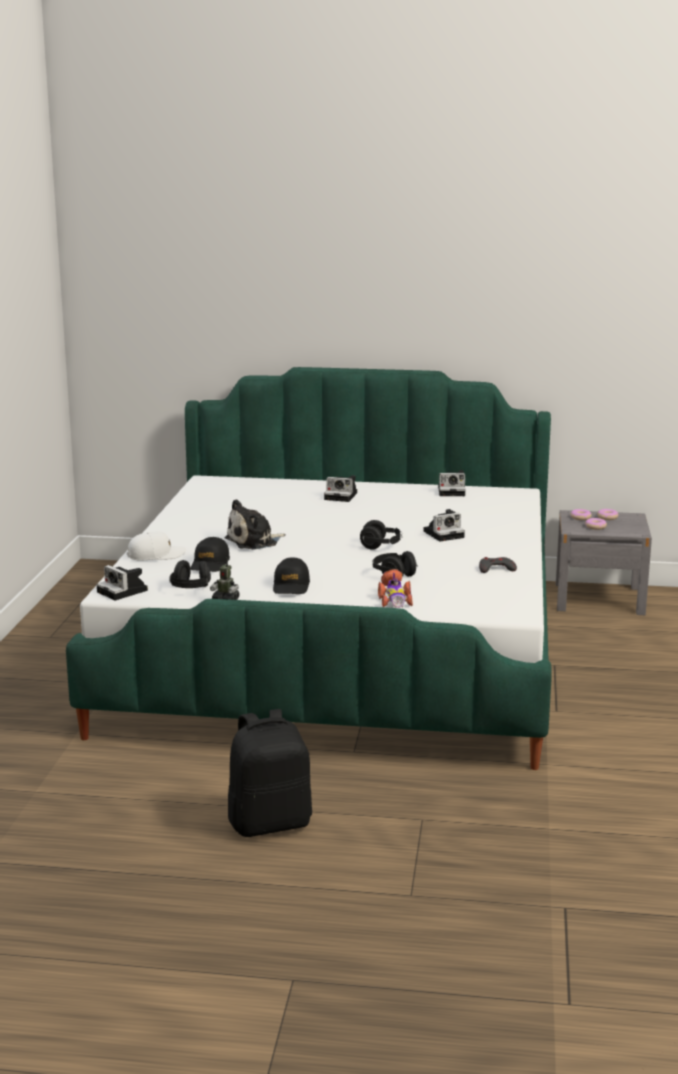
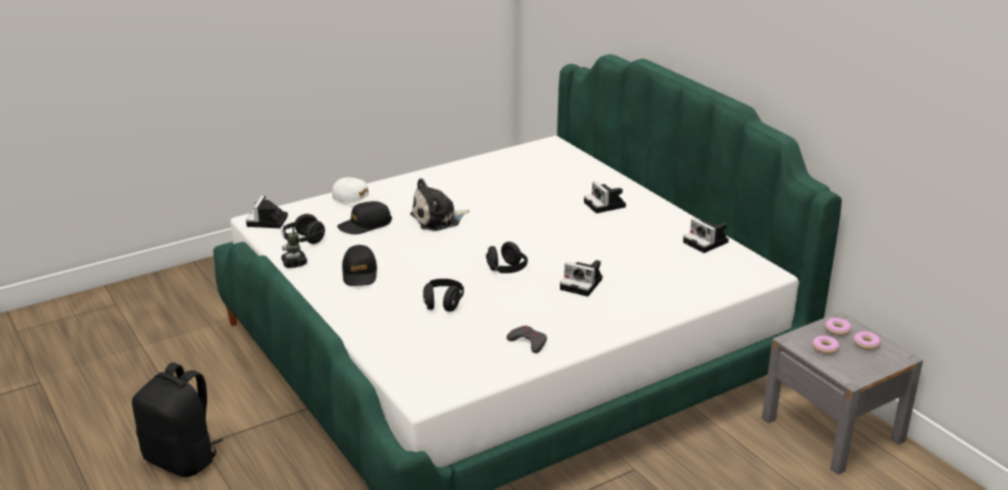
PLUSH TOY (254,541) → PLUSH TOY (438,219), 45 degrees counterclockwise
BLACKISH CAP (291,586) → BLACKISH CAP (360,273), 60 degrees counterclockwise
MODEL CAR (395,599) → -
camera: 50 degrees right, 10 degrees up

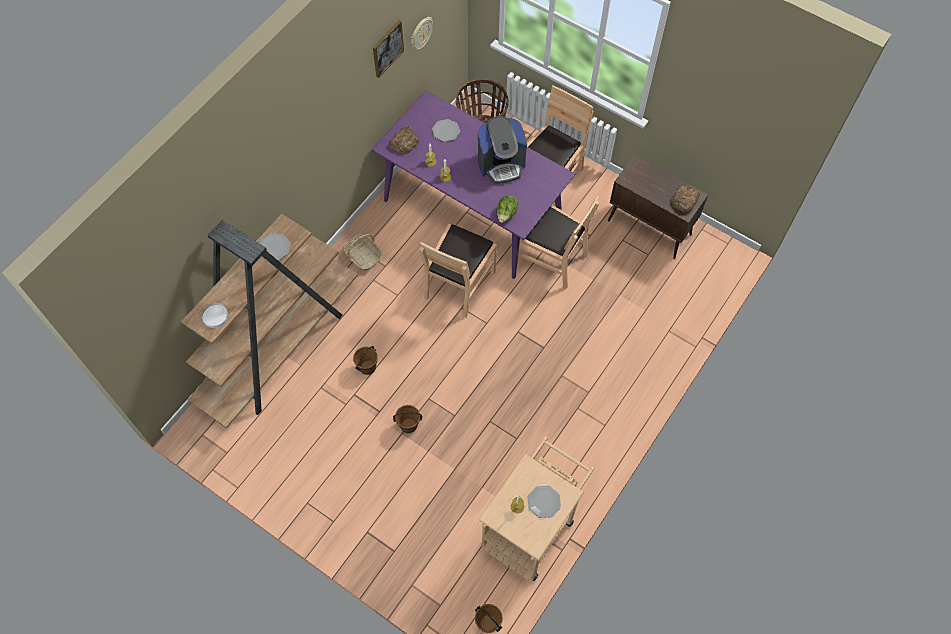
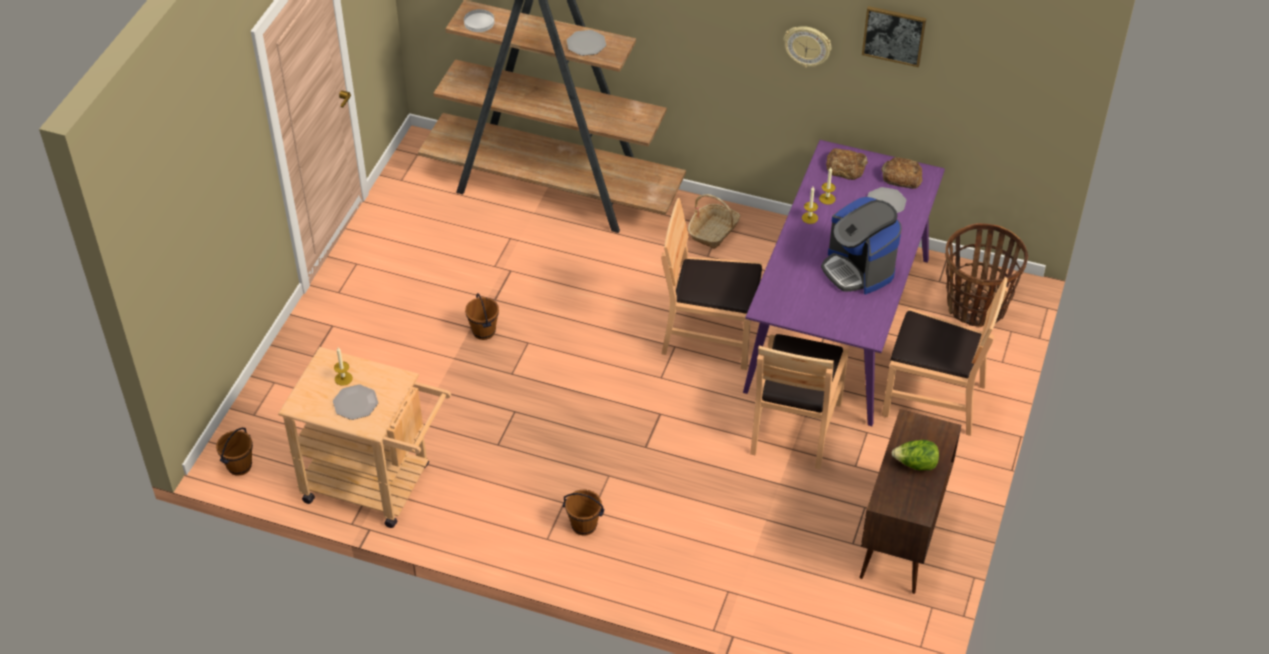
BROWN PAIL (367,367) → BROWN PAIL (584,526), moved
CLOCK ON THE WALL (420,34) → CLOCK ON THE WALL (807,46), moved
HEAD OF LETTUCE (506,214) → HEAD OF LETTUCE (915,464), moved
BAKERY BREAD (684,200) → BAKERY BREAD (901,176), moved
camera: 75 degrees right, 15 degrees down

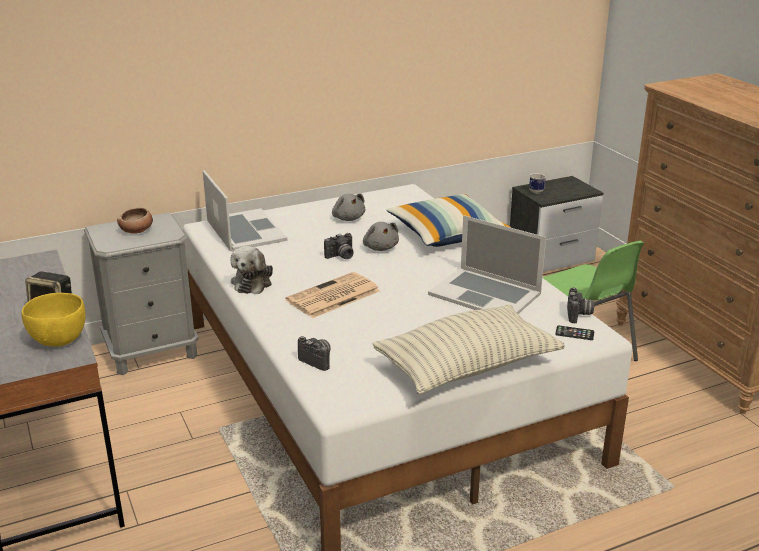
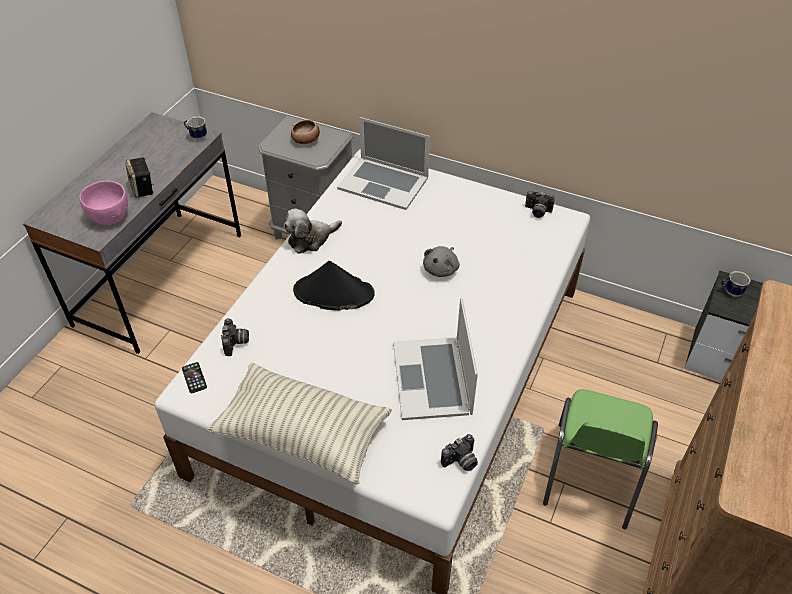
YELLOWISH BOWL (58,340) → PINK BOWL (110,217)
NOTEBOOK COMPUTER (245,230) → NOTEBOOK COMPUTER (383,183), 90 degrees clockwise
PRINTED PAPER (332,296) → BLACKISH WEARABLE HAT (333,293)
PHOTO CAMERA (341,256) → PHOTO CAMERA (537,212), moved
GREYISH PLUSH TOY (348,218) → -
PILLOW (447,234) → -
TELEPHONE (574,333) → TELEPHONE (194,378), moved
- → MUG (196,136)
camera: 50 degrees right, 20 degrees up

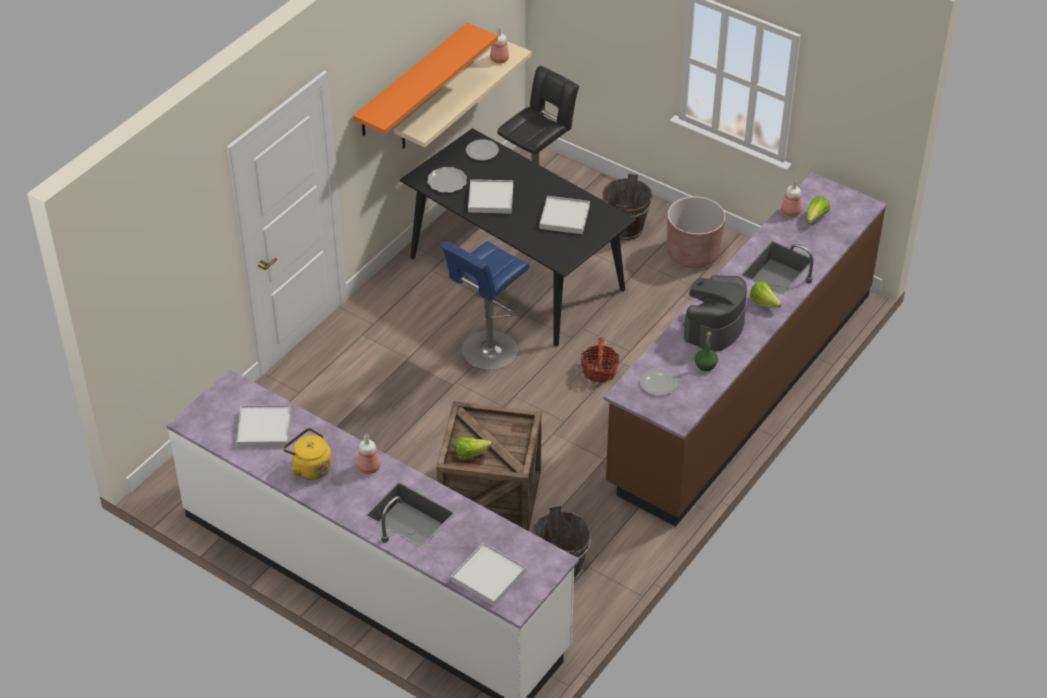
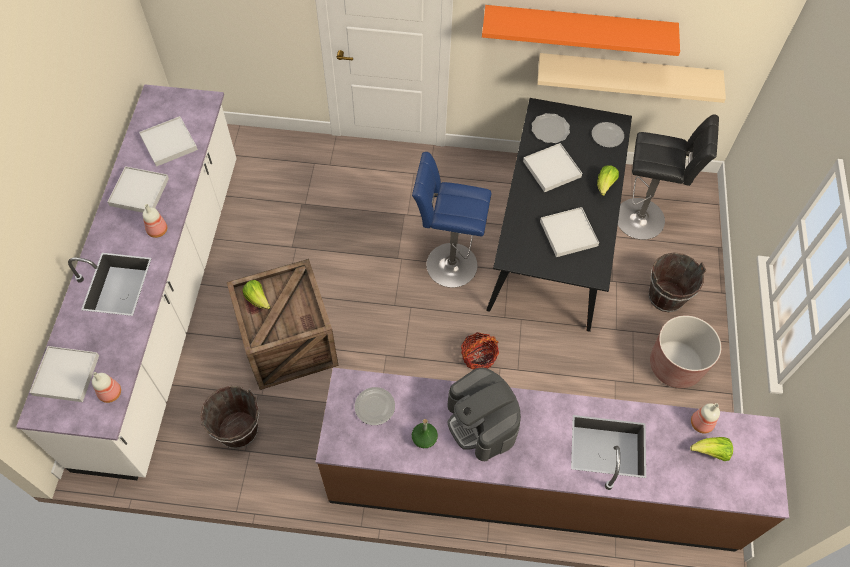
YELLOWISH TEA KETTLE (310,467) → WHITISH SERVING TRAY (139,192)
BEVERAGE BOTTLE (499,59) → BEVERAGE BOTTLE (110,392), moved
COFFEE MAKER (713,327) → COFFEE MAKER (482,423), 120 degrees counterclockwise
HEAD OF LETTUCE (764,302) → HEAD OF LETTUCE (605,185), moved
camera: 60 degrees right, 15 degrees up

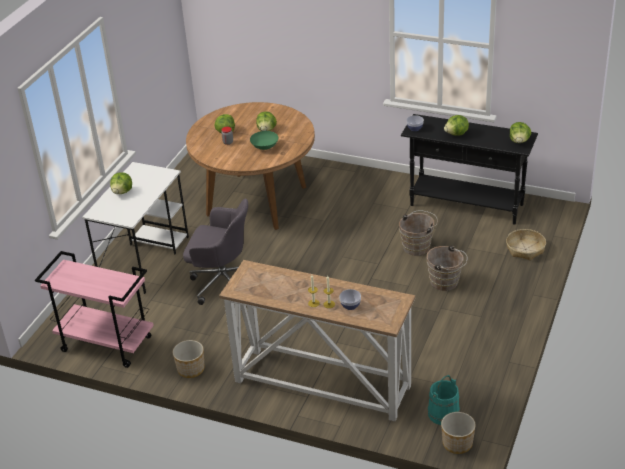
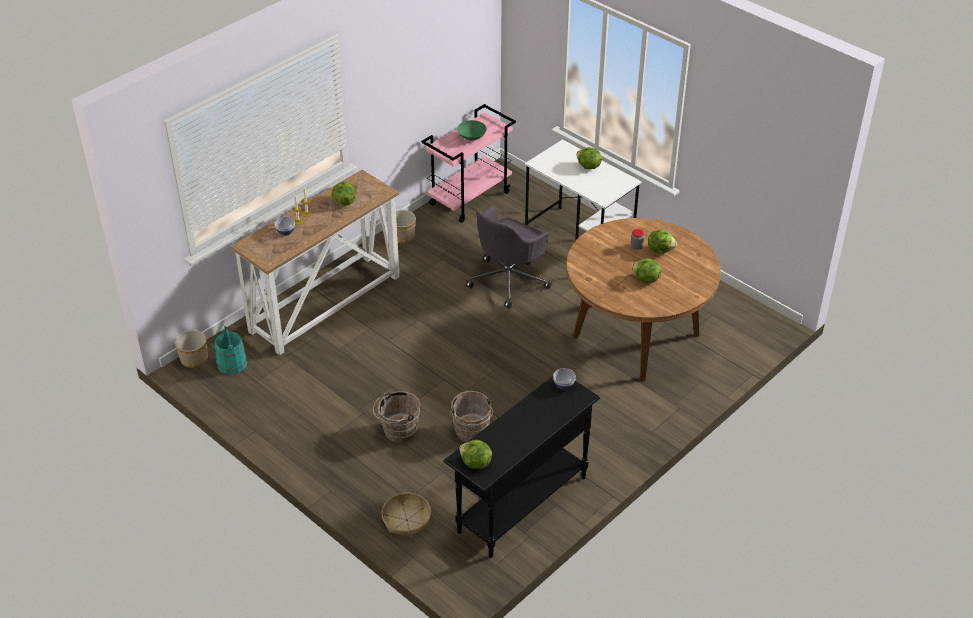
GREEN BOWL (265,147) → GREEN BOWL (471,137), moved
HEAD OF LETTUCE (456,134) → HEAD OF LETTUCE (344,202), moved
camera: 110 degrees right, 5 degrees up

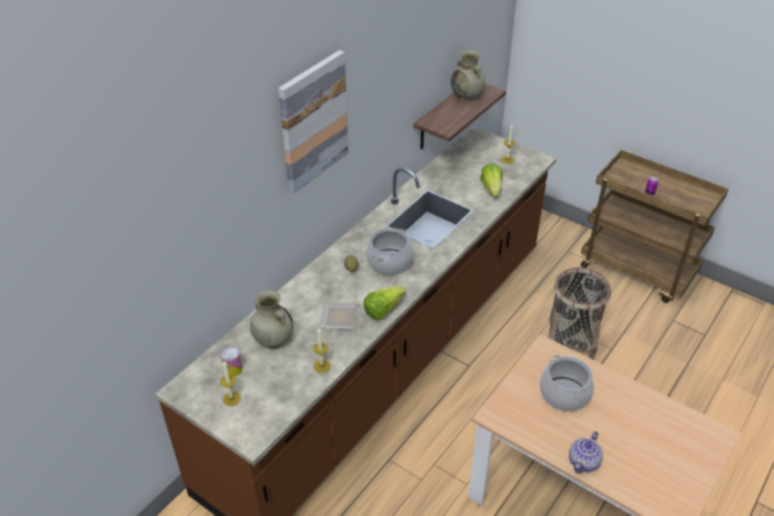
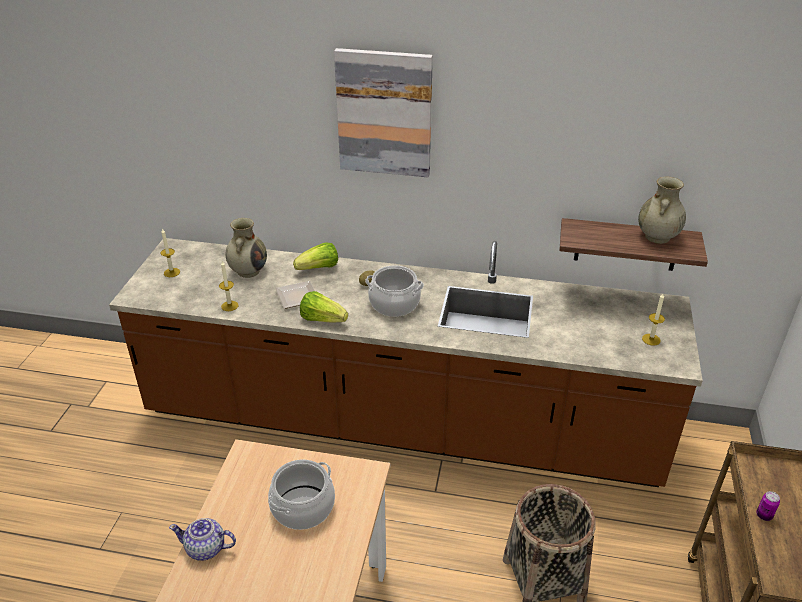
CAN (233,369) → -
HEAD OF LETTUCE (491,188) → HEAD OF LETTUCE (319,268), moved
camera: 65 degrees right, 5 degrees down

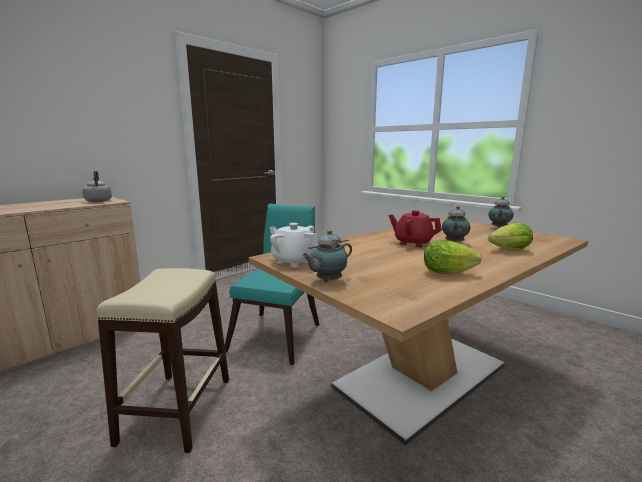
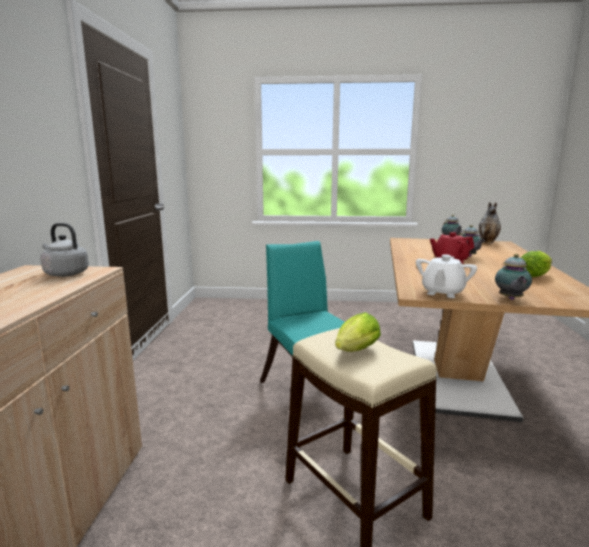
WHITISH POT FOR TEA (294,261) → WHITISH POT FOR TEA (442,293), 60 degrees counterclockwise
HEAD OF LETTUCE (507,250) → HEAD OF LETTUCE (355,352), moved
- → FLOWER VASE (488,242)
camera: 40 degrees left, 0 degrees up

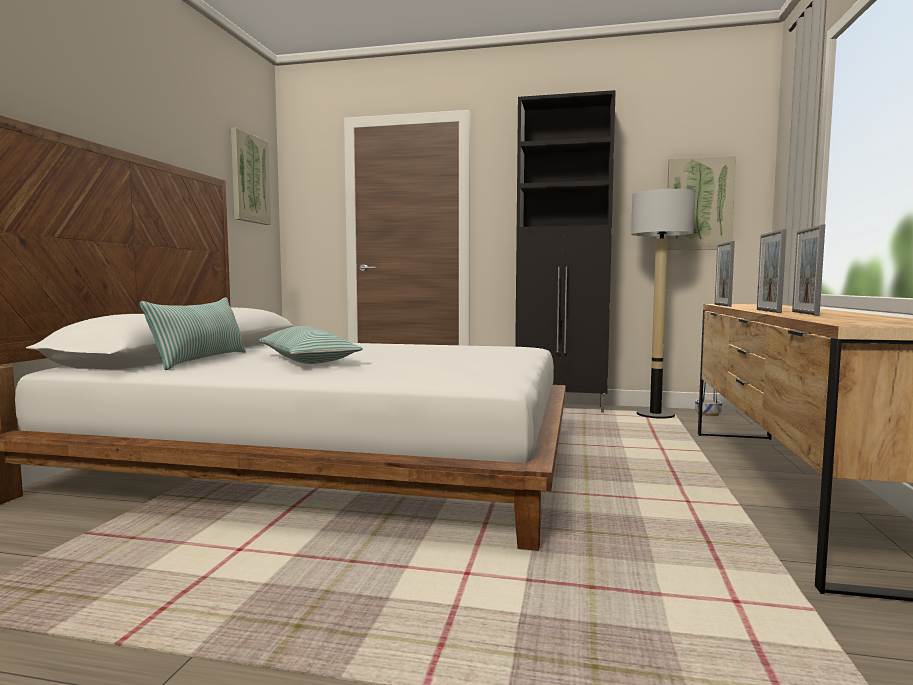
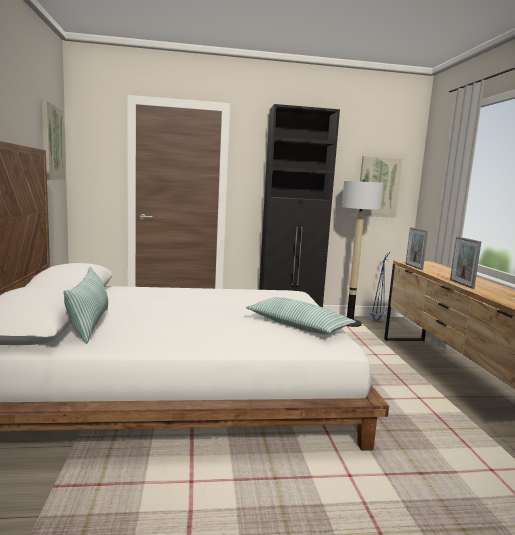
PILLOW (307,360) → PILLOW (298,325), moved
STANDING FRAME (804,313) → -
camera: 20 degrees left, 5 degrees up

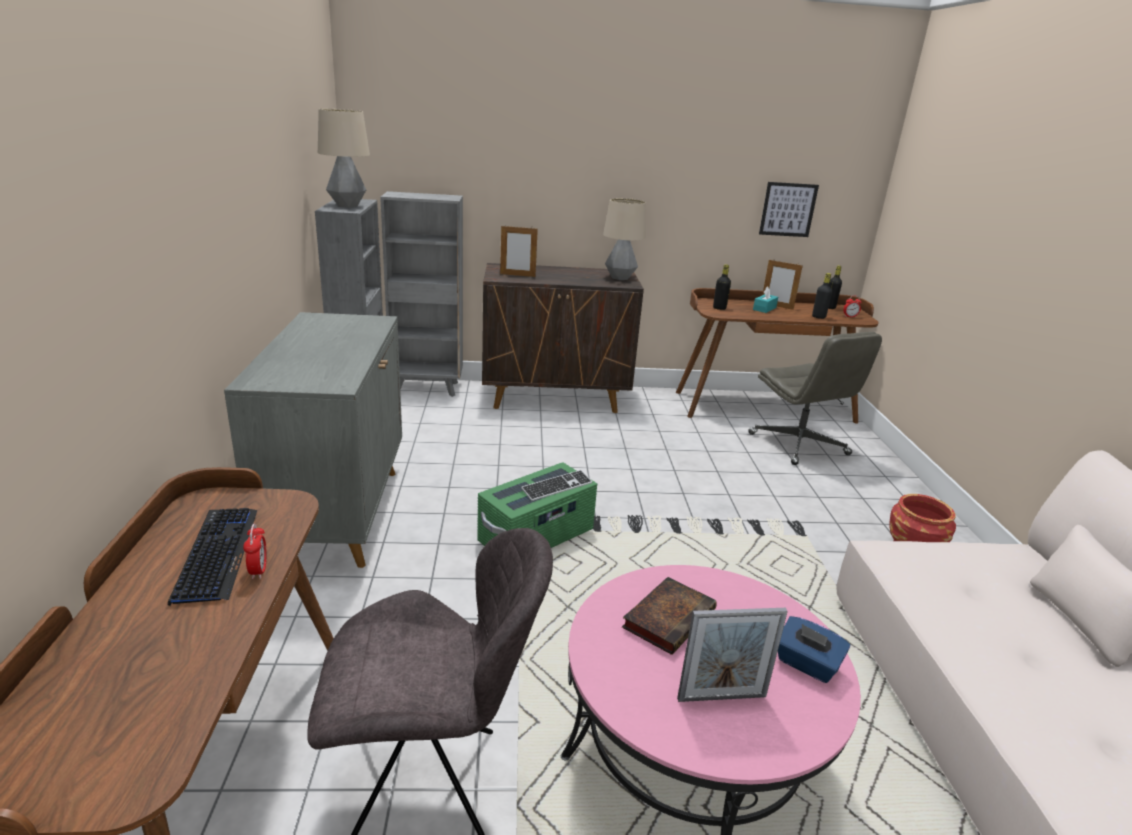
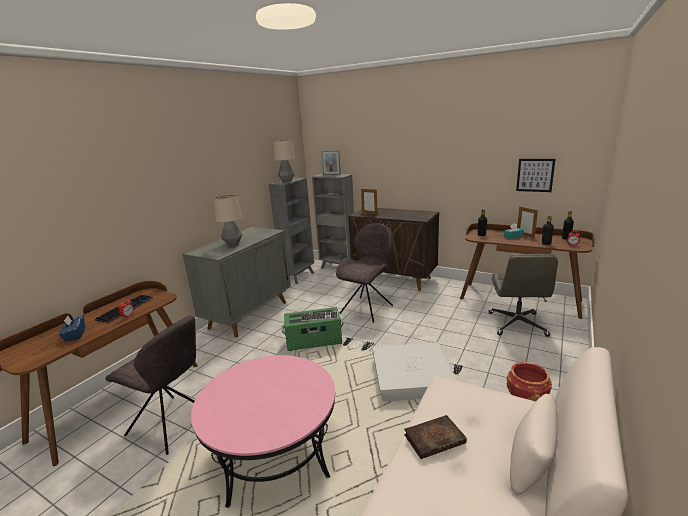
TABLETOP LAMP (620,278) → TABLETOP LAMP (233,244), moved
BOUND BOOK (669,617) → BOUND BOOK (435,438), moved
STANDING FRAME (721,697) → STANDING FRAME (331,174), moved
BLUISH BOX OF TISSUES (806,664) → BLUISH BOX OF TISSUES (75,335), moved
- → GREYISH UPRIGHT CHAIR (367,308)
- → WHITISH STORAGE BIN (410,377)
camera: 35 degrees right, 5 degrees down

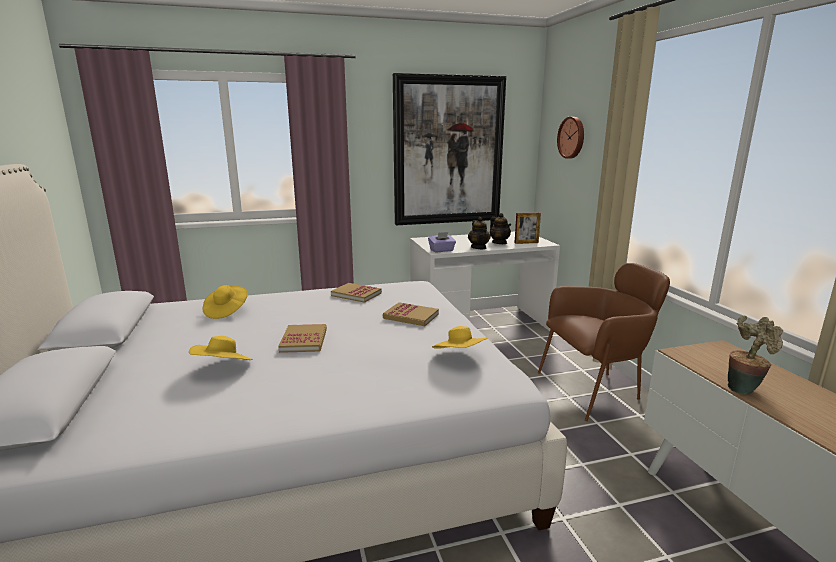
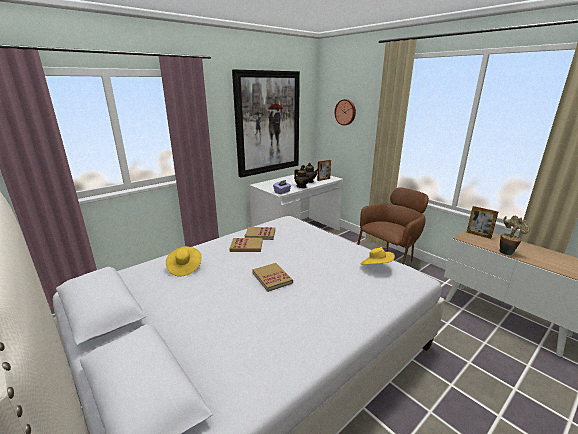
YELLOWISH WEARABLE HAT (223,367) → -
BOUND BOOK (411,316) → BOUND BOOK (246,246), moved
- → STANDING FRAME (478,235)
camera: 25 degrees left, 5 degrees up

